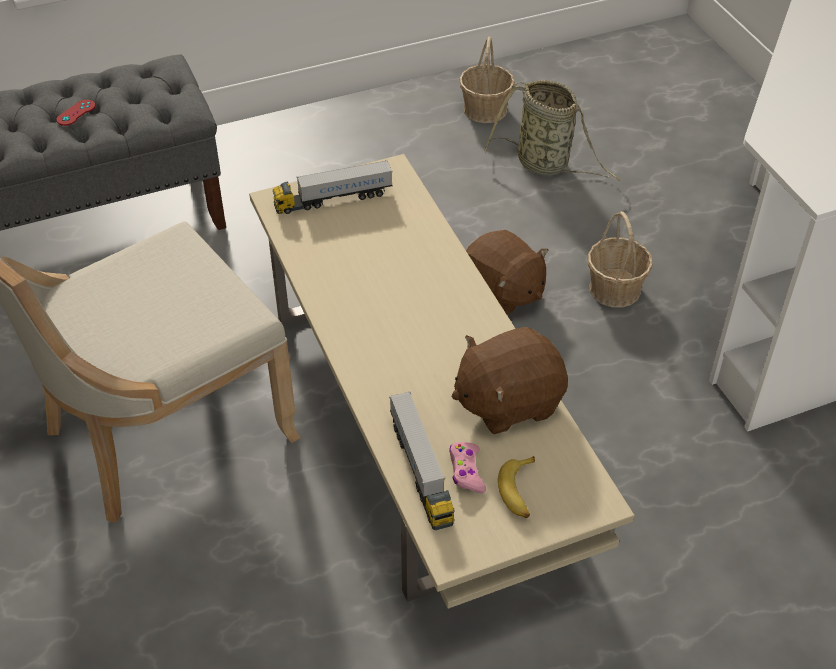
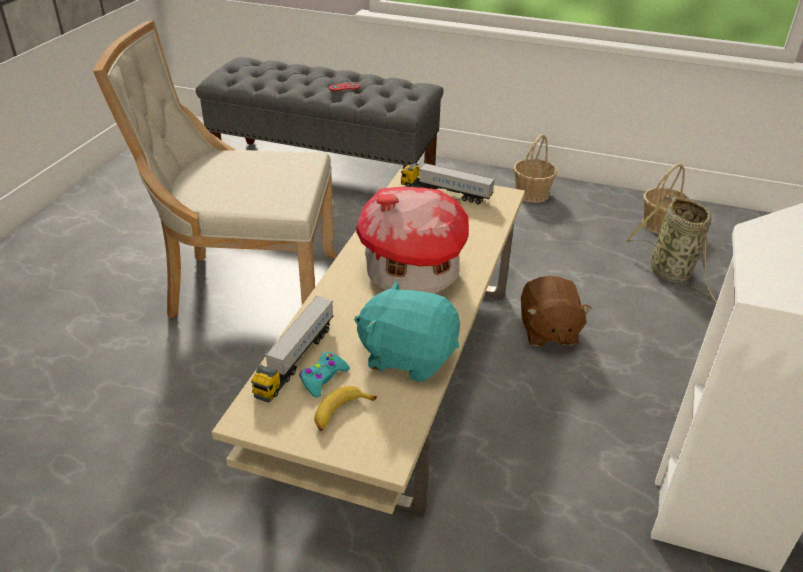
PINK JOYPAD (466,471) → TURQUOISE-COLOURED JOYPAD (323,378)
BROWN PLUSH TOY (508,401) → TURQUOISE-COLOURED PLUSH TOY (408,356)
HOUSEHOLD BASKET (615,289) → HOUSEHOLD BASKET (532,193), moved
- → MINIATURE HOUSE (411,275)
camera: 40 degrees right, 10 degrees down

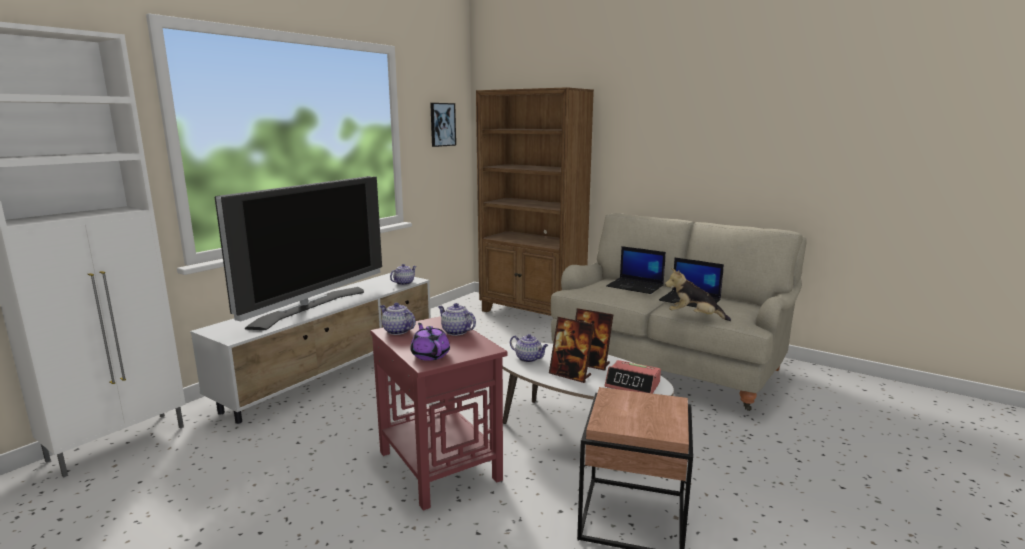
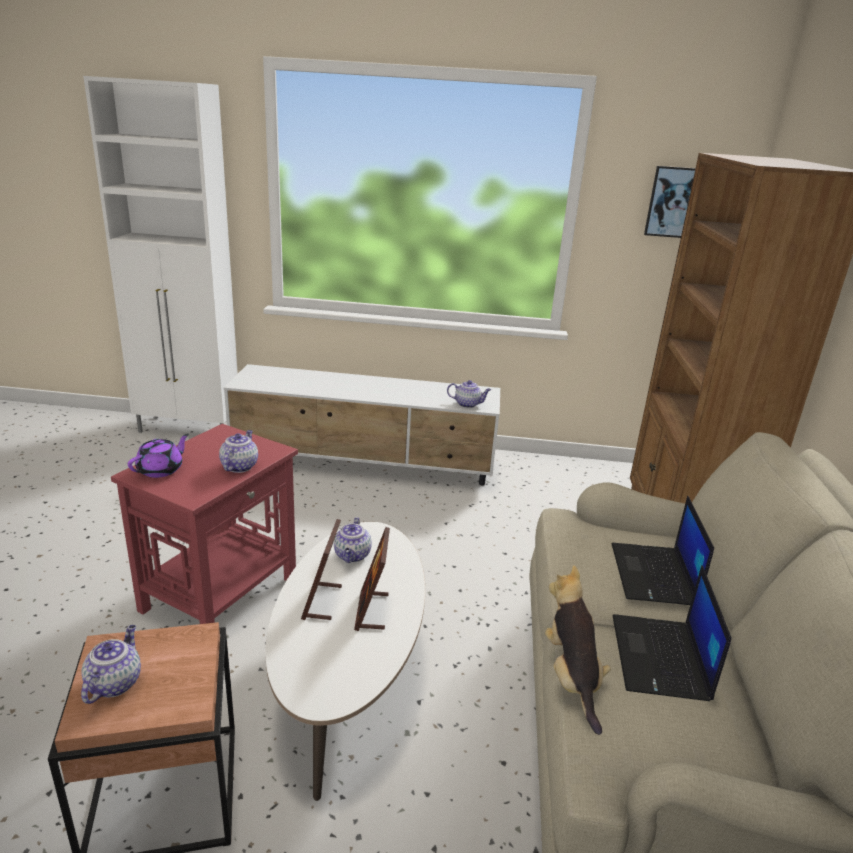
TELEVISION (310,307) → -
POT FOR TEA (397,331) → POT FOR TEA (114,683), moved
ALARM CLOCK (633,385) → -
camera: 60 degrees right, 10 degrees up

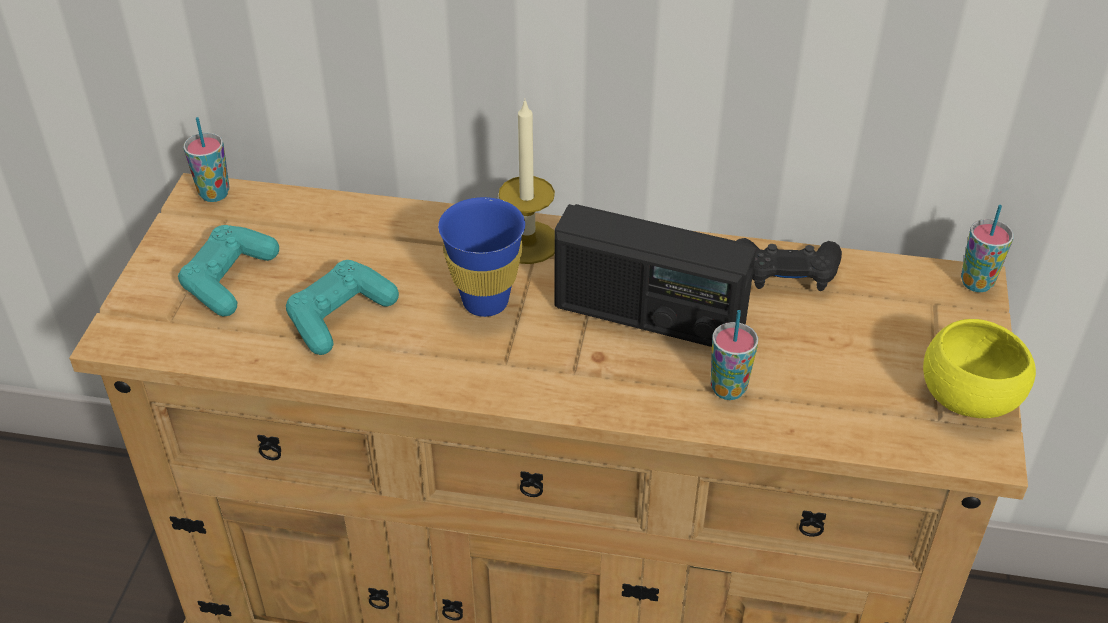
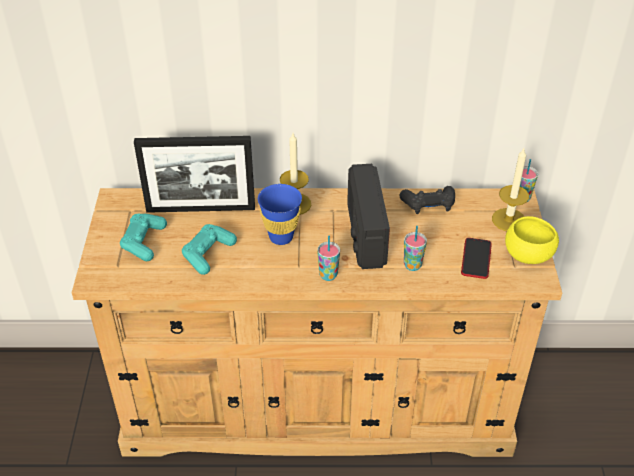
CUP (214,194) → CUP (328,275), moved
RADIO SET (648,316) → RADIO SET (365,234), 75 degrees clockwise
- → STANDING FRAME (201,209)
- → TELEPHONE (476,259)
- → CANDLE (508,220)
camera: 10 degrees left, 0 degrees up

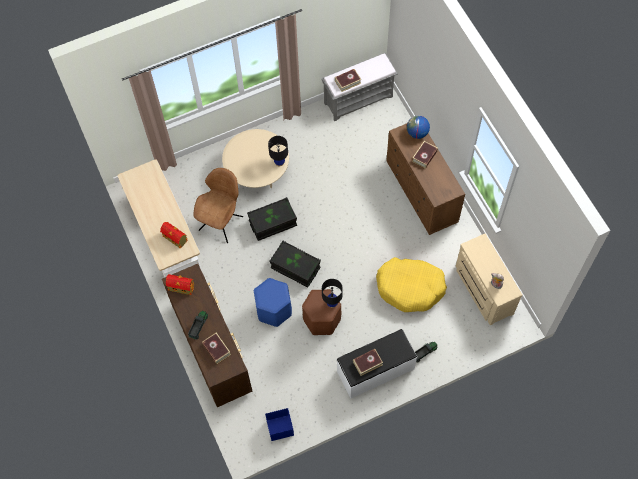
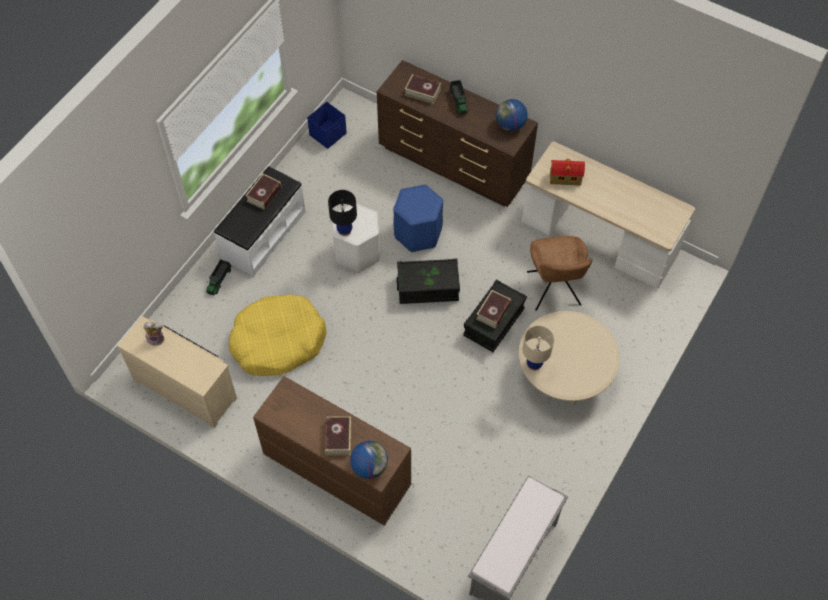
MINIATURE HOUSE (180,287) → DESK GLOBE (510,125)
BLACKISH TABLETOP LAMP (279,162) → BEIGE-COLOURED TABLETOP LAMP (534,364)
BROWN STOOL SEAT (322,319) → WHITISH STOOL SEAT (357,252)
BOUND BOOK (347,82) → BOUND BOOK (493,311), moved
camera: 145 degrees right, 5 degrees down

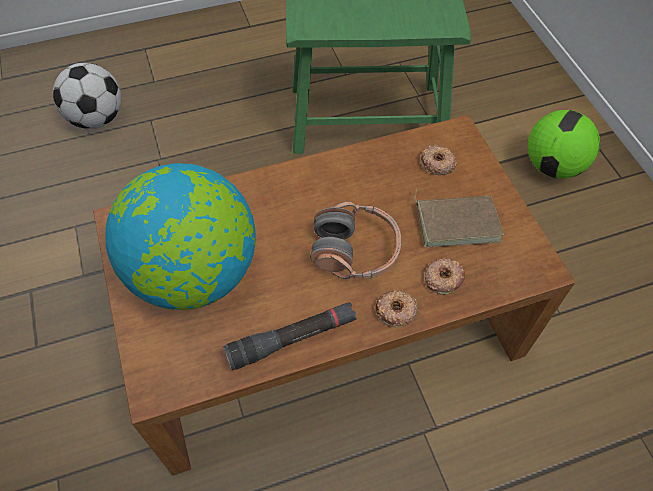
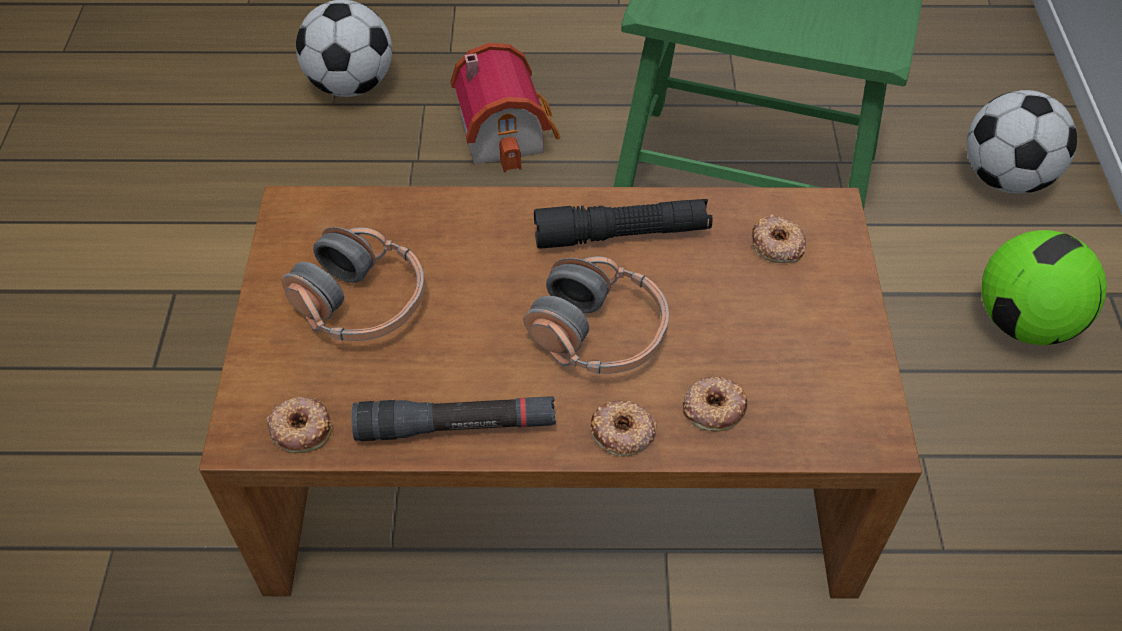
DESK GLOBE (194,274) → PAIR OF HEADPHONES (360,303)
BROWN BOUND BOOK (457,221) → -
- → DONUT (301,428)
- → MINIATURE HOUSE (507,132)
- → BLACKISH HAND TORCH (622,234)
- → BALL FOR FOOTBALL (1005,178)
camera: 20 degrees right, 5 degrees down

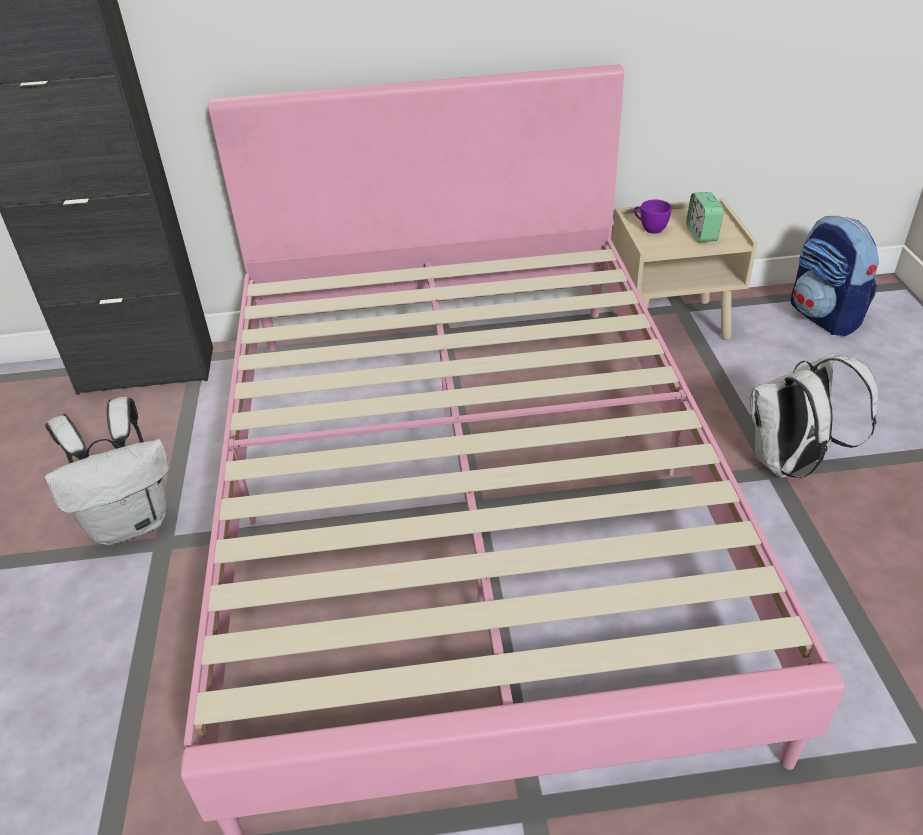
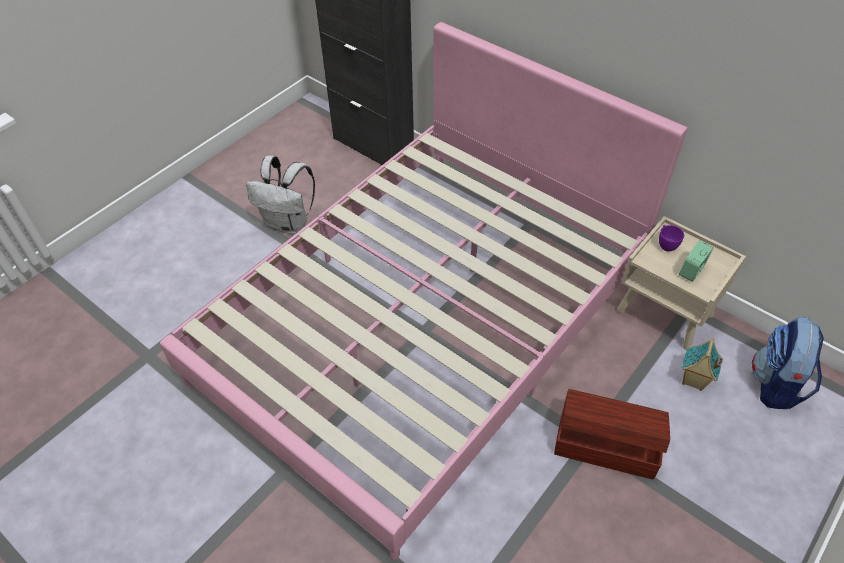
WHITISH RUCKSACK (790,464) → BROWN STORAGE BIN (605,445)
- → MINIATURE HOUSE (693,380)
camera: 45 degrees right, 10 degrees up

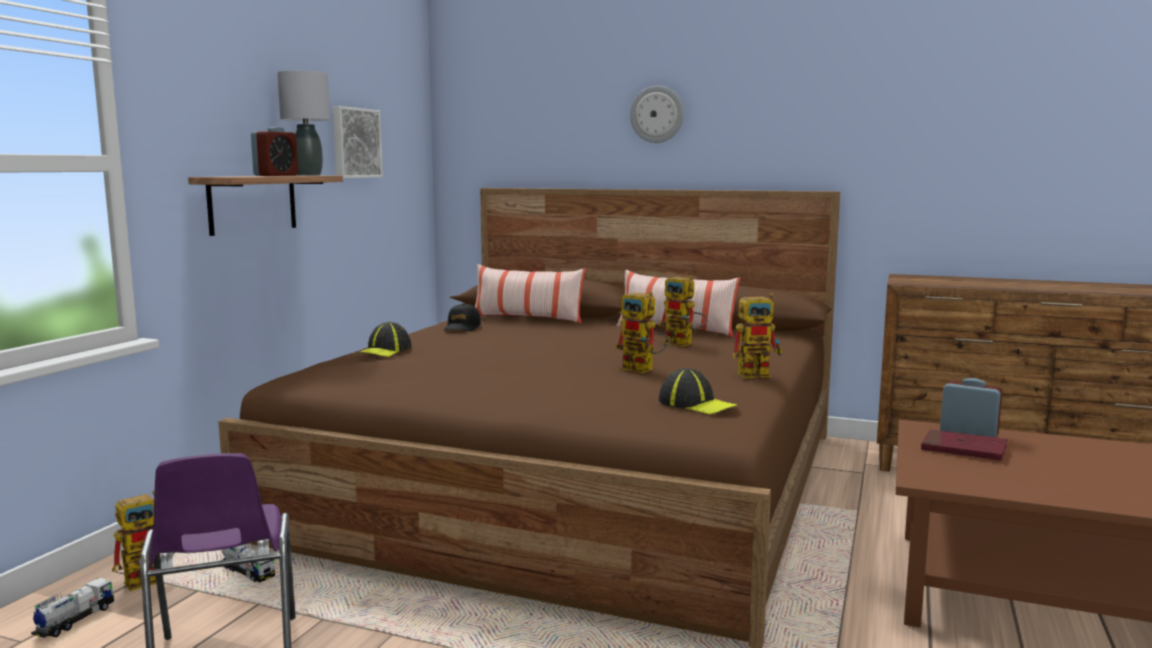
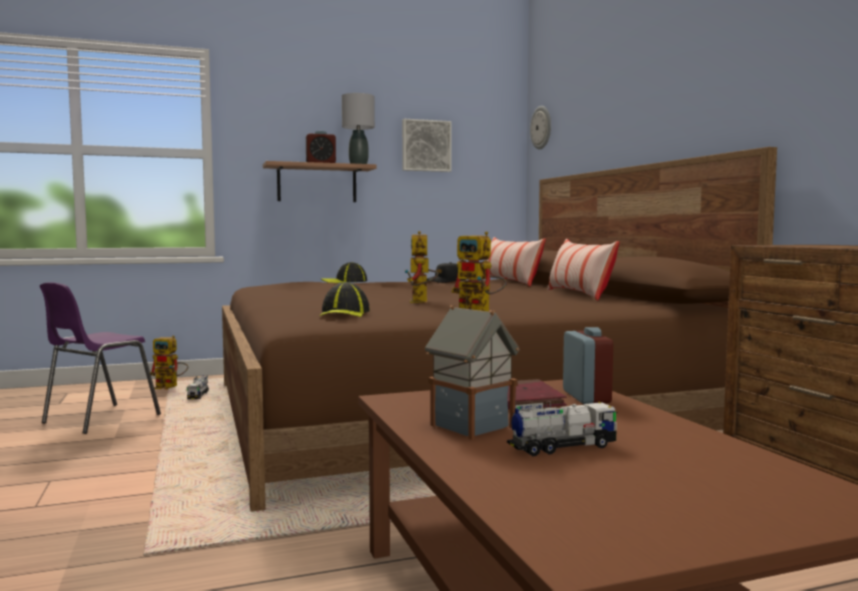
MODEL TRUCK (75,620) → MODEL TRUCK (562,447), moved
CLOCK ON THE WALL (657,114) → CLOCK ON THE WALL (541,127), moved
TOY ROBOT (684,344) → -
- → MINIATURE HOUSE (470,426)
camera: 50 degrees right, 5 degrees down

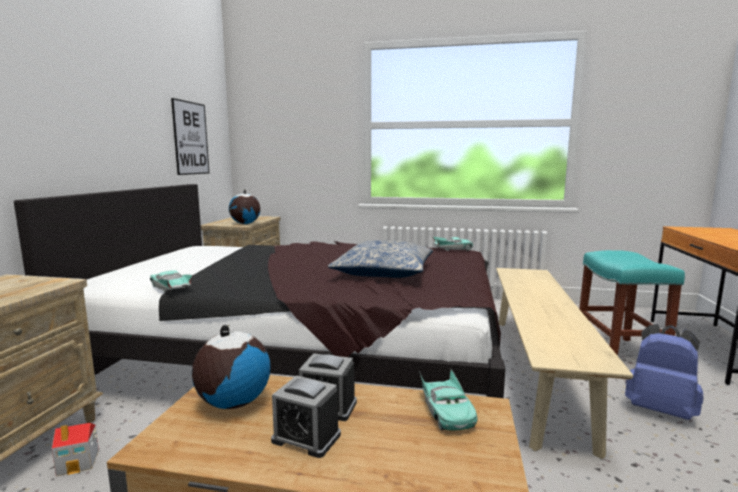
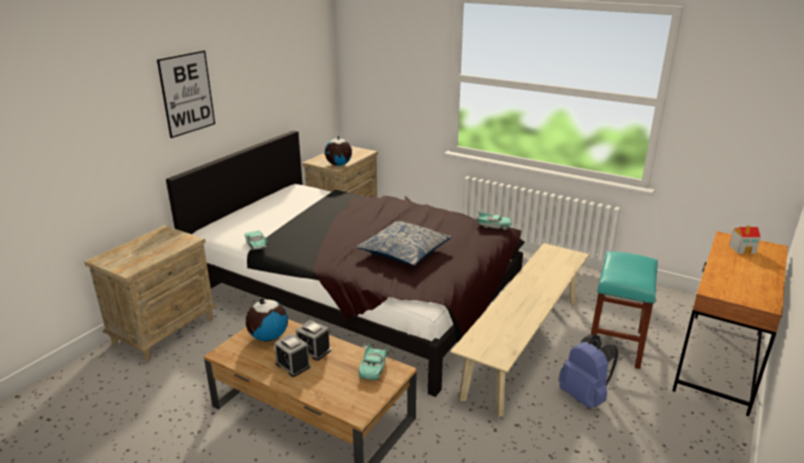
MINIATURE HOUSE (79,462) → MINIATURE HOUSE (742,249), moved
WALL PICTURE (191,138) → WALL PICTURE (187,93), moved
camera: 20 degrees right, 15 degrees up

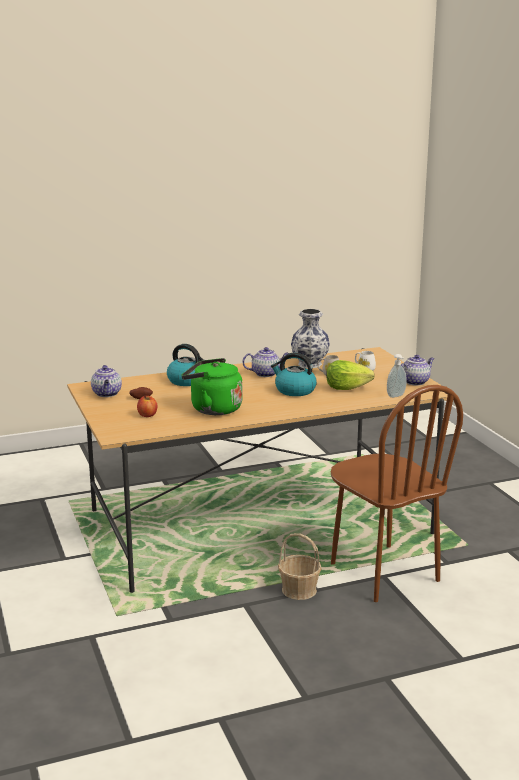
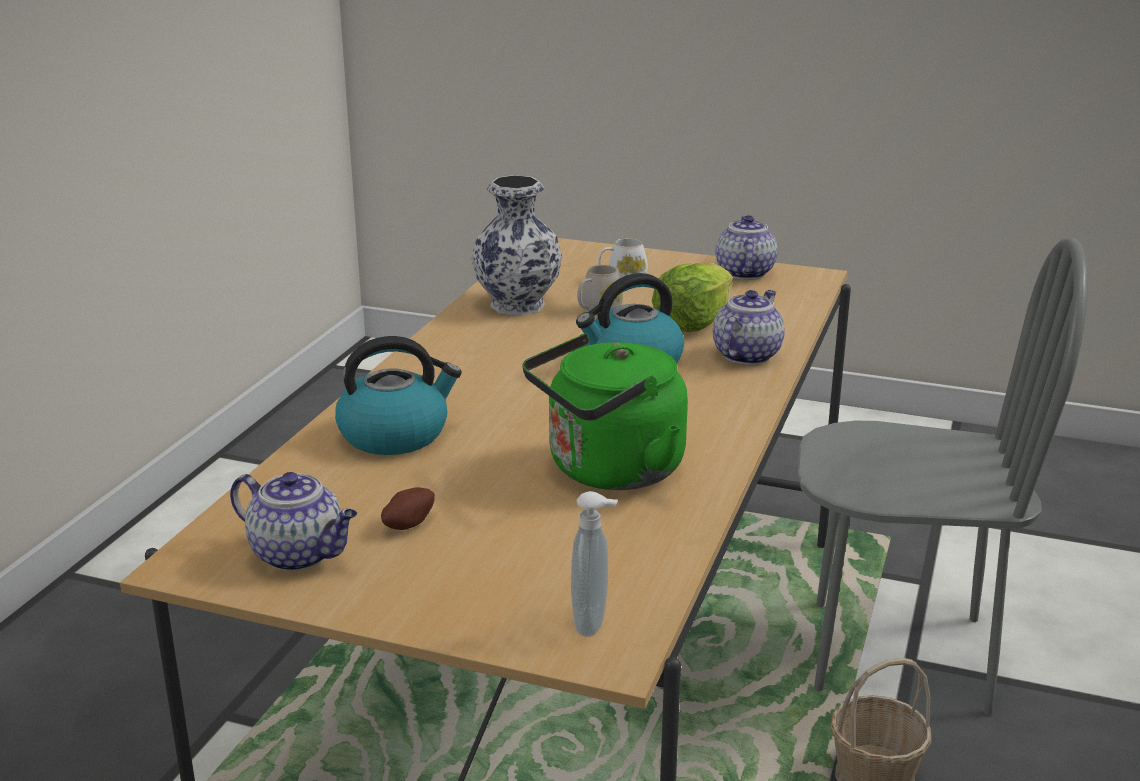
APPLE FRUIT (147,415) → -
POT FOR TEA (266,374) → POT FOR TEA (746,355), moved
BROWN UPRIGHT CHAIR (383,572) → GREYISH UPRIGHT CHAIR (899,655)
SOAP BOTTLE (396,396) → SOAP BOTTLE (593,623), moved
camera: 50 degrees left, 5 degrees up

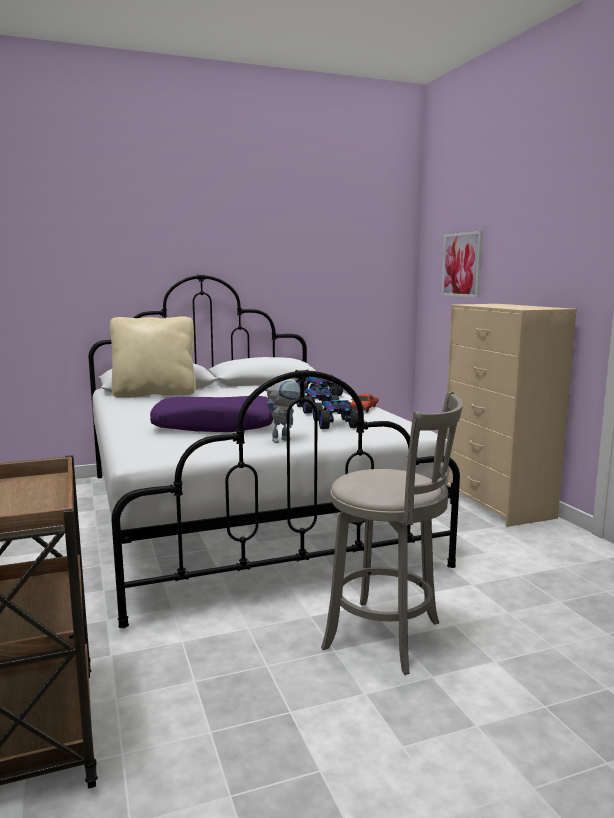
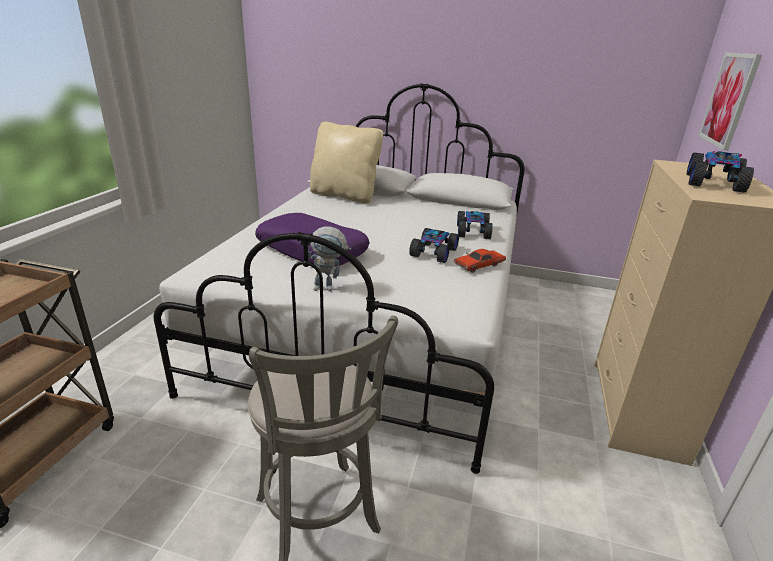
MODEL CAR (336,424) → MODEL CAR (714,183), moved
camera: 35 degrees right, 15 degrees up

